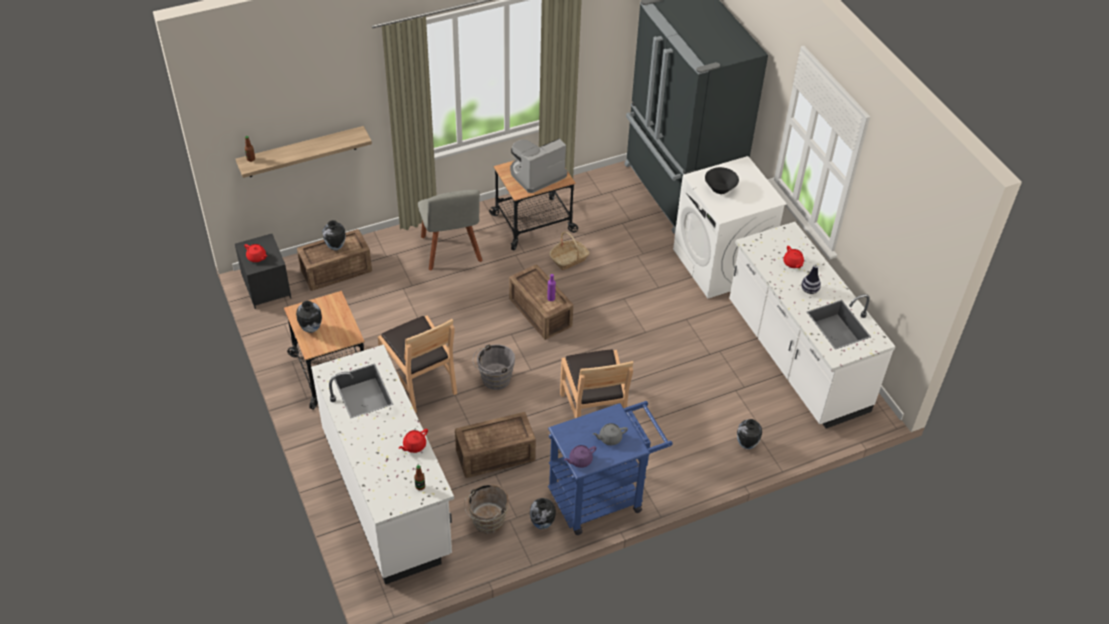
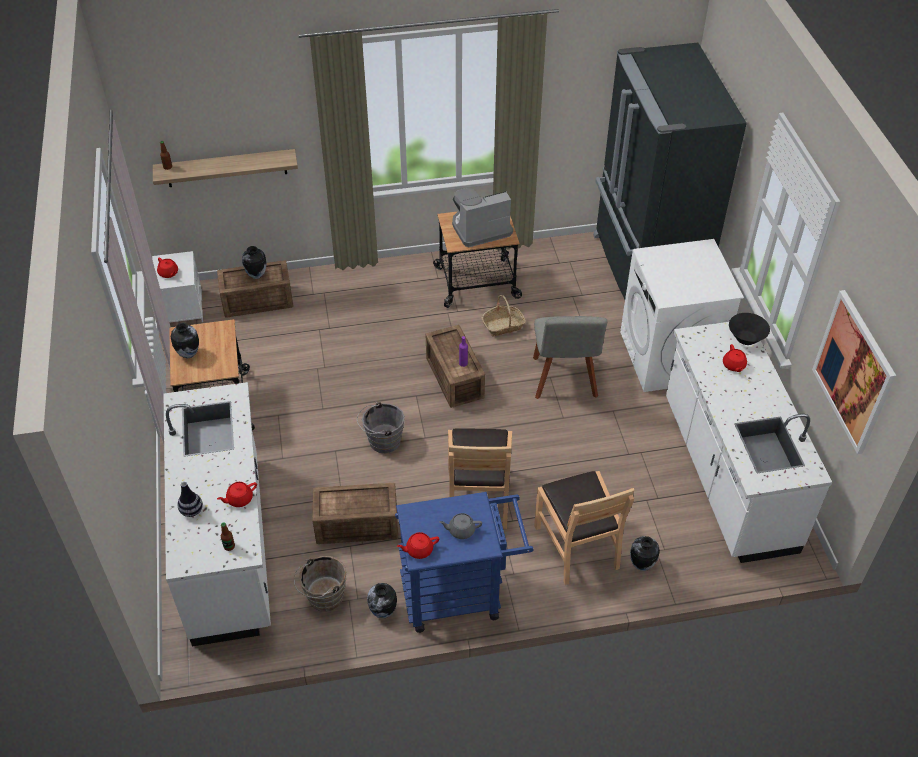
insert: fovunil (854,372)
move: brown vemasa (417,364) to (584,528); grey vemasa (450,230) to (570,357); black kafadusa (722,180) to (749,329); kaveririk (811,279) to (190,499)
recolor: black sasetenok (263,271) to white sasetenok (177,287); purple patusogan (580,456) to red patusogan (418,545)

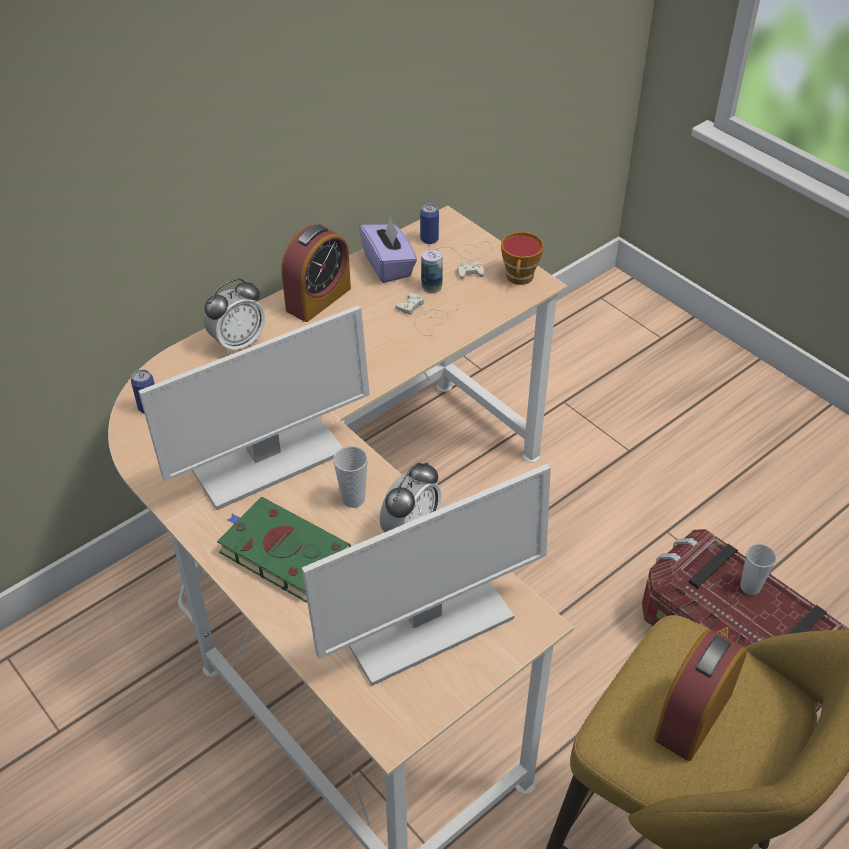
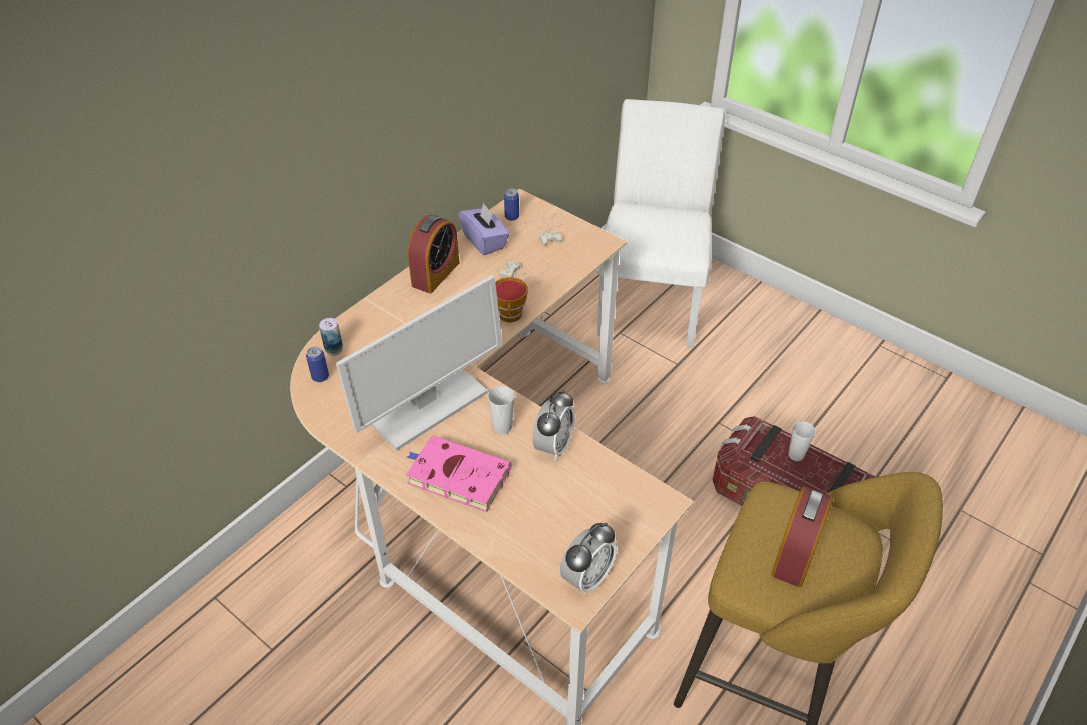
delete: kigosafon (426,575)
insert: white vemasa (661,223)
move: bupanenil (234,316) to (588,558); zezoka (432,271) to (331,337); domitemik (522,258) to (511,299)
recolor: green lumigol (284,550) to pink lumigol (458,473)

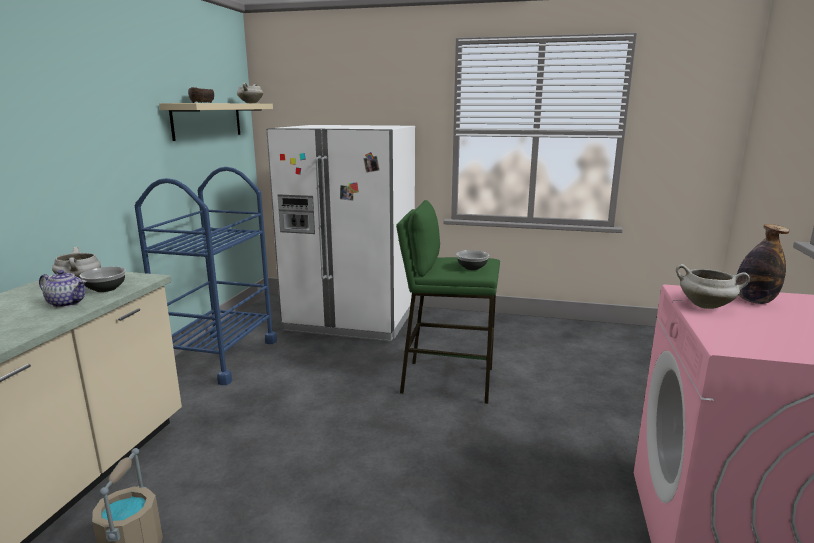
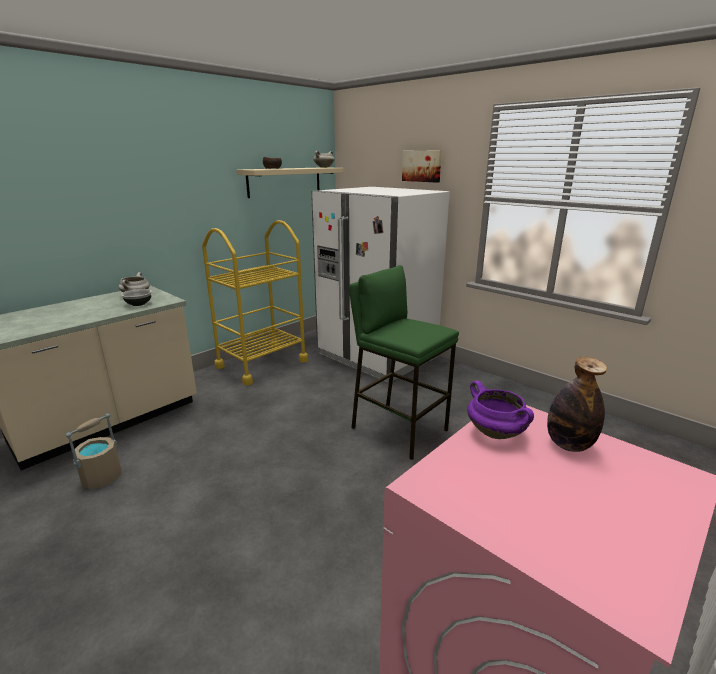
delete: patusogan (62,289); kafadusa (472,260)
insert: fovunil (422,167)
recolor: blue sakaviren (206,276) to yellow sakaviren (255,302); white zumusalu (713,286) to purple zumusalu (500,410)

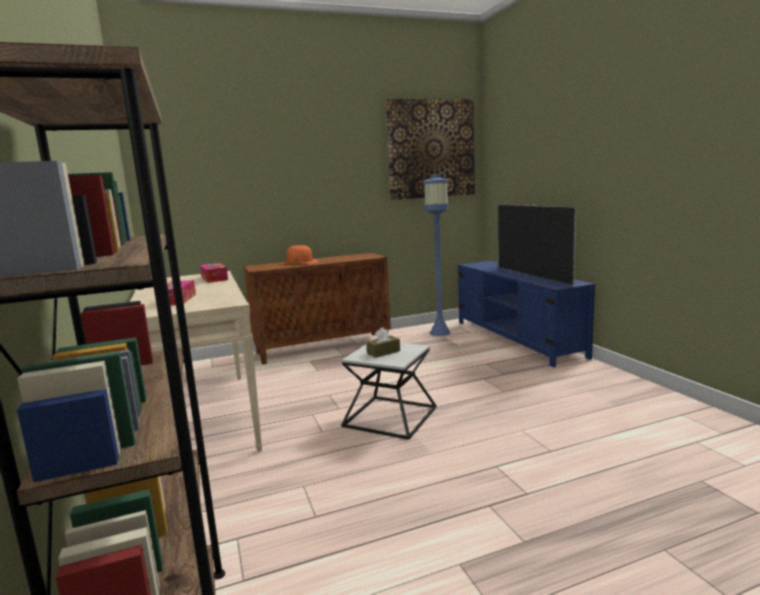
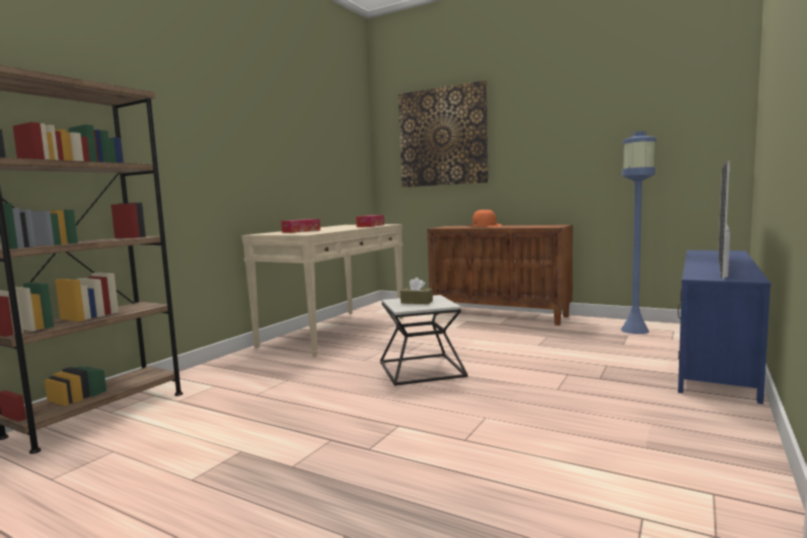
move: fovunil (430,149) to (443,133)

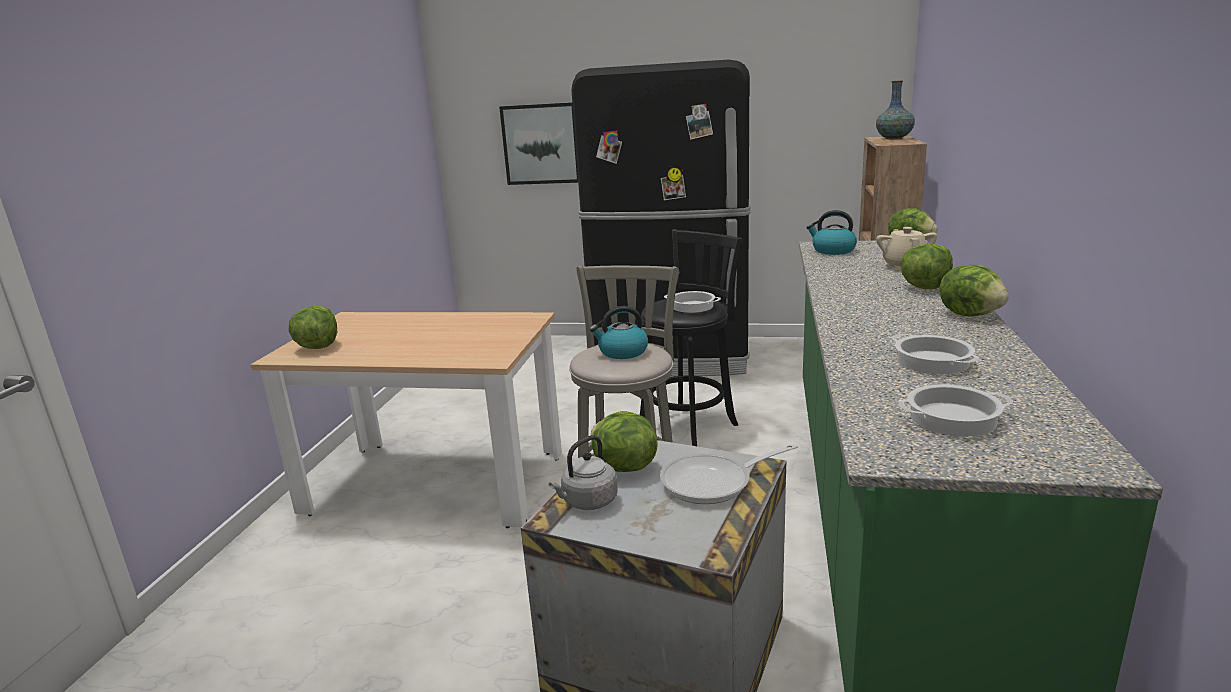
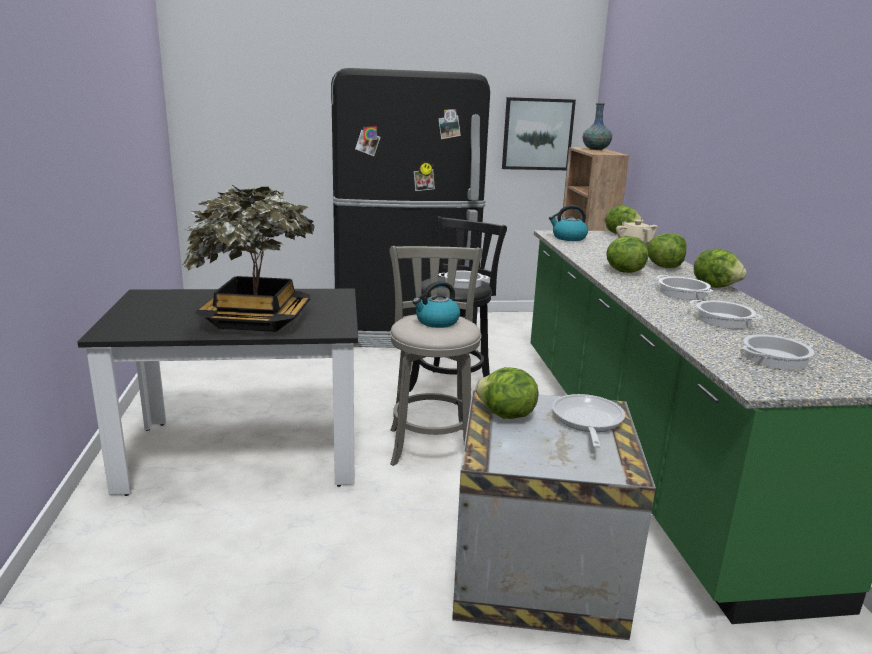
delete: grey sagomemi (583,472)
insert: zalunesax (249,258); zumusalu (685,287)
move: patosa (313,327) to (627,254); fovunil (538,143) to (539,133)
recolor: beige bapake (406,420) to black bapake (218,392)
rotate: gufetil (729,474) = (588,421) 135 degrees clockwise

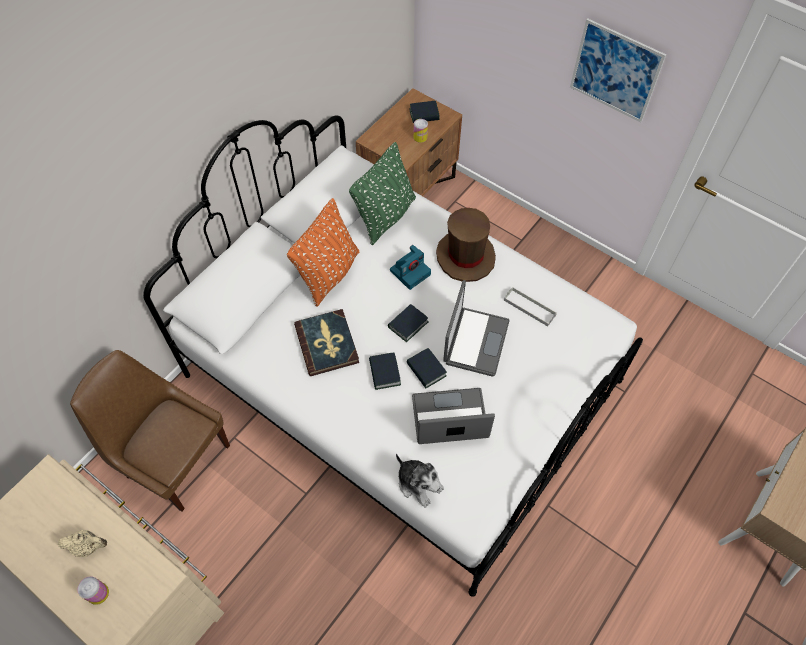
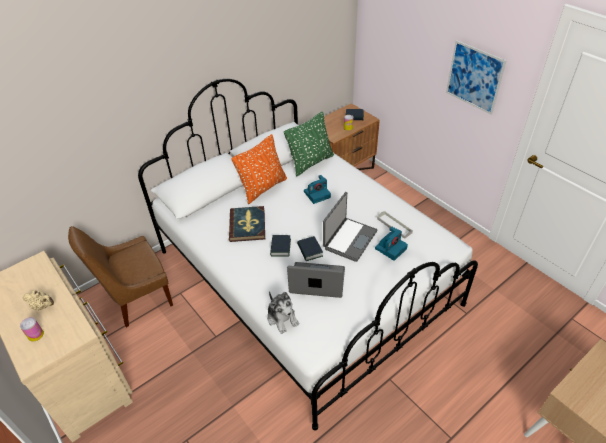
delete: lumigol (408,323); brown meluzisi (466,245)
insert: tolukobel (391,243)
rotate: brown vemasa (150,430) = (120,276) 75 degrees counterclockwise

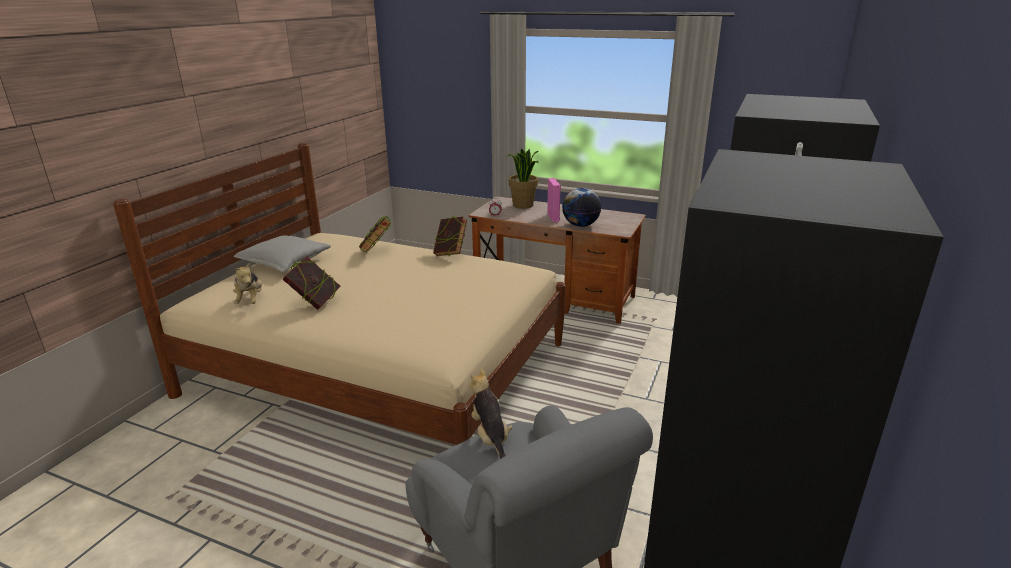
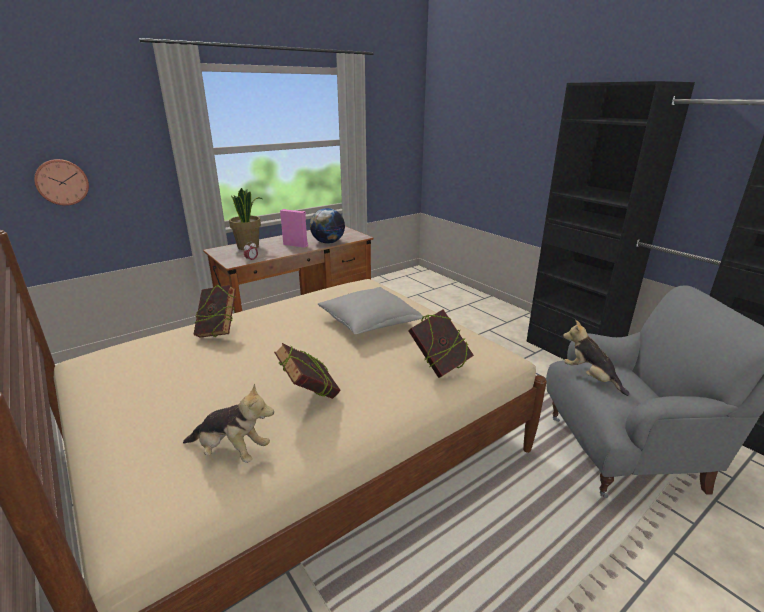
insert: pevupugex (61,182)
move: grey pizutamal (282,253) to (370,310); lumigol (450,235) to (441,344)
rotate: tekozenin (491,413) = (596,358) 45 degrees clockwise

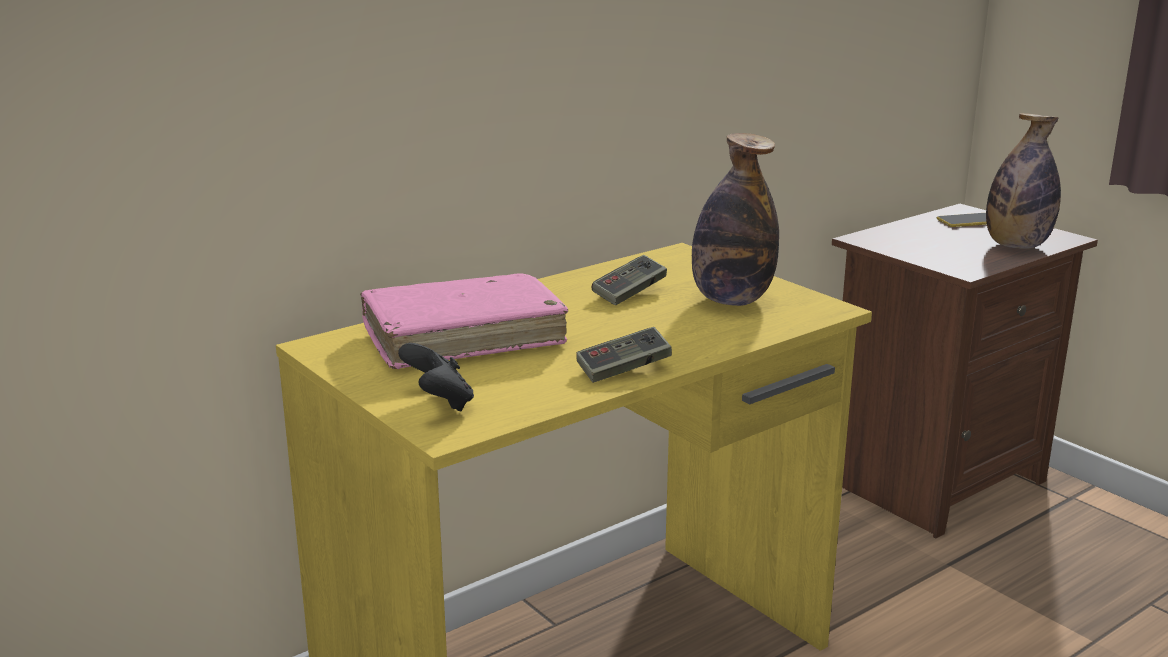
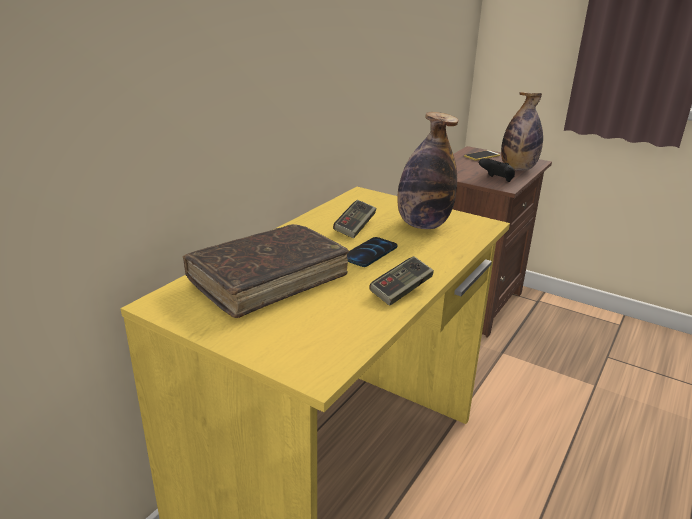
insert: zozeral (372,252)
move: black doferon (436,377) to (497,170)
recolor: pink lumigol (464,321) to brown lumigol (266,271)

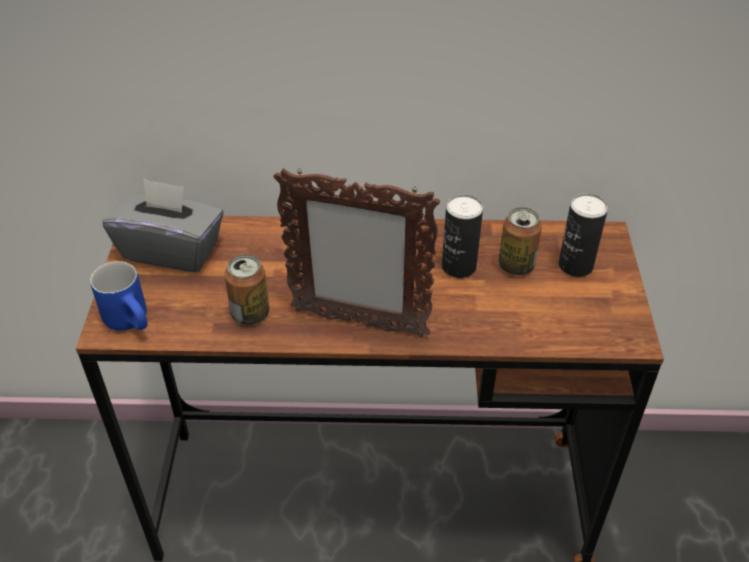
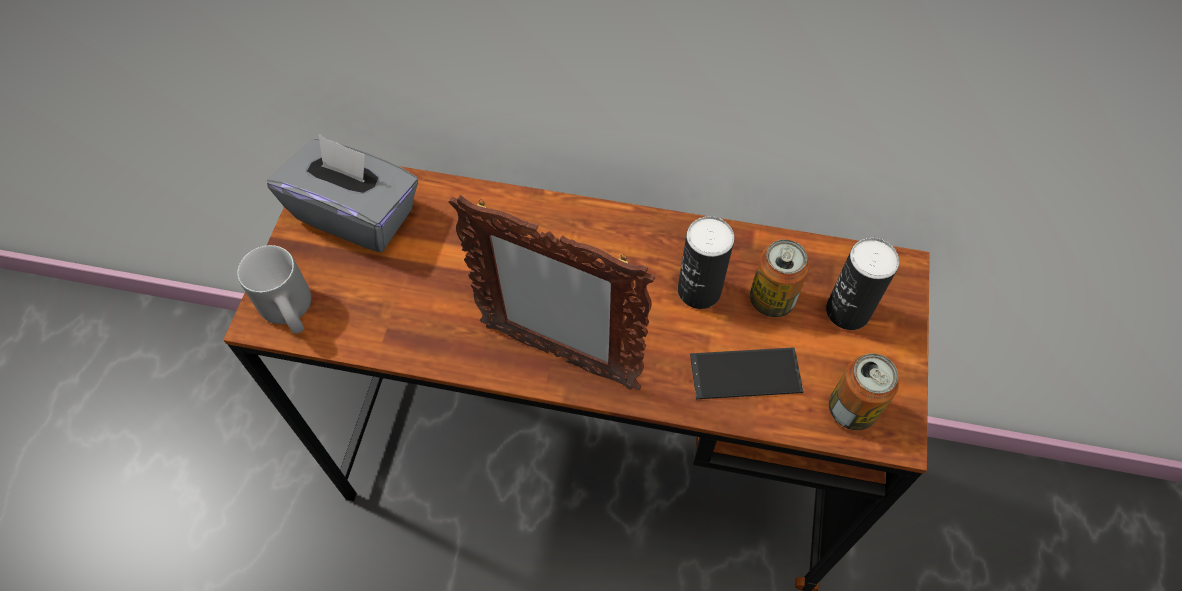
insert: zozeral (746,373)
move: zezoka (246,289) to (864,391)
recolor: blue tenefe (119,296) to grey tenefe (274,289)

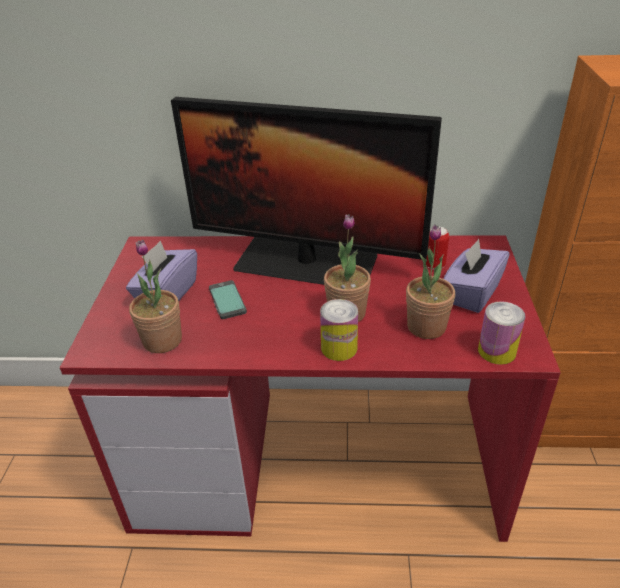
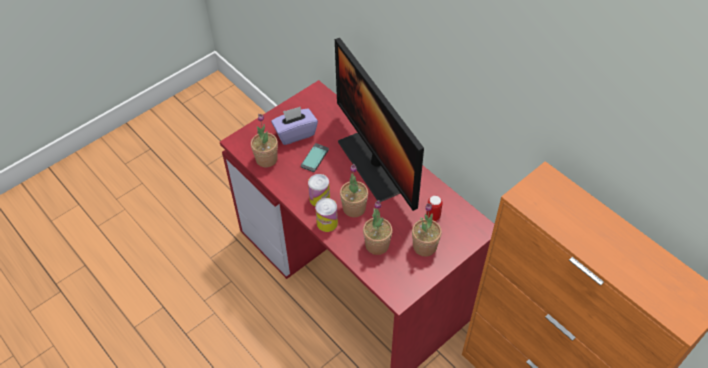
move: zezoka (502,333) to (319,190)
replace: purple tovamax (476,276) to zalunesax (427,229)

